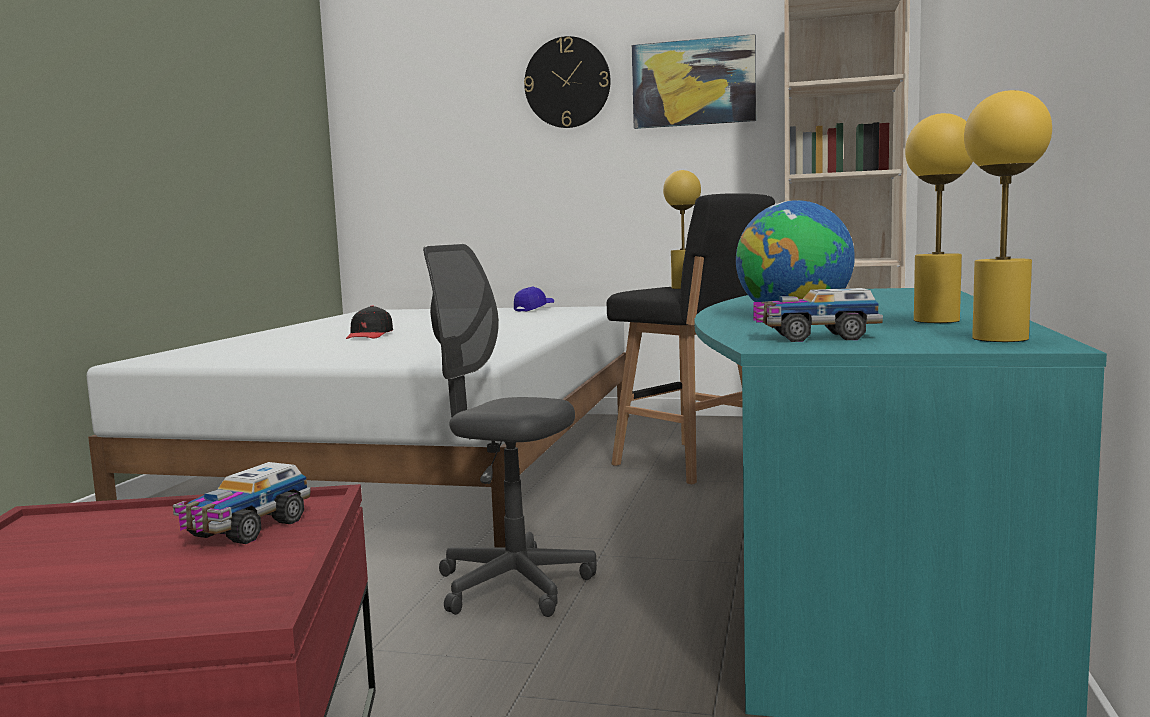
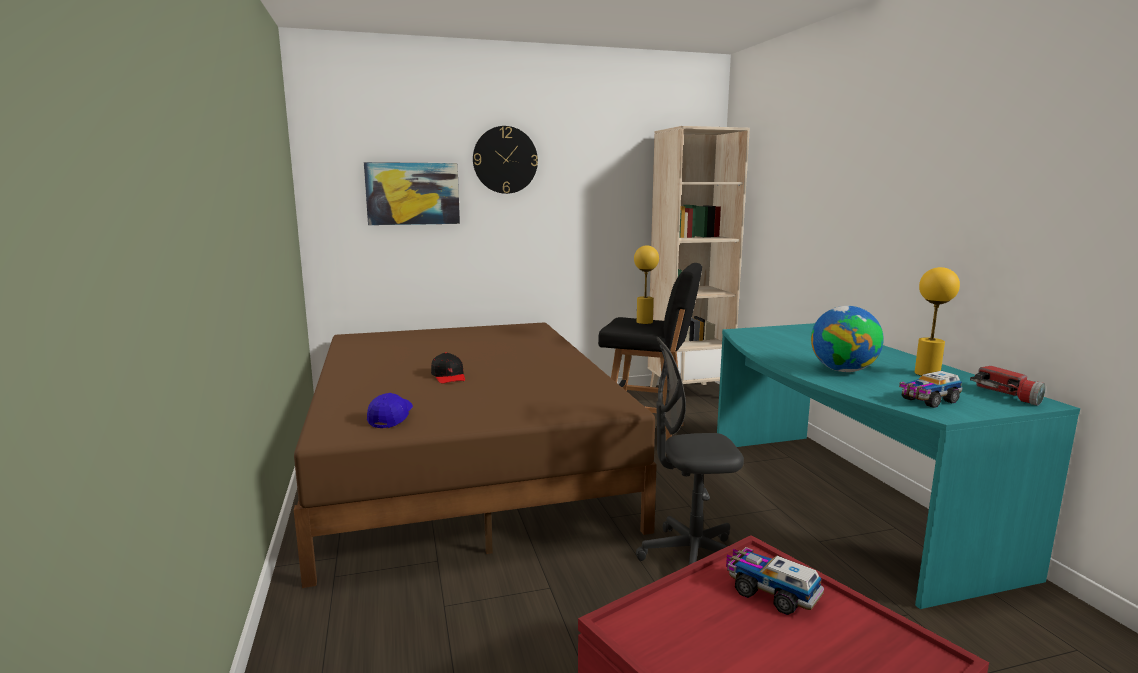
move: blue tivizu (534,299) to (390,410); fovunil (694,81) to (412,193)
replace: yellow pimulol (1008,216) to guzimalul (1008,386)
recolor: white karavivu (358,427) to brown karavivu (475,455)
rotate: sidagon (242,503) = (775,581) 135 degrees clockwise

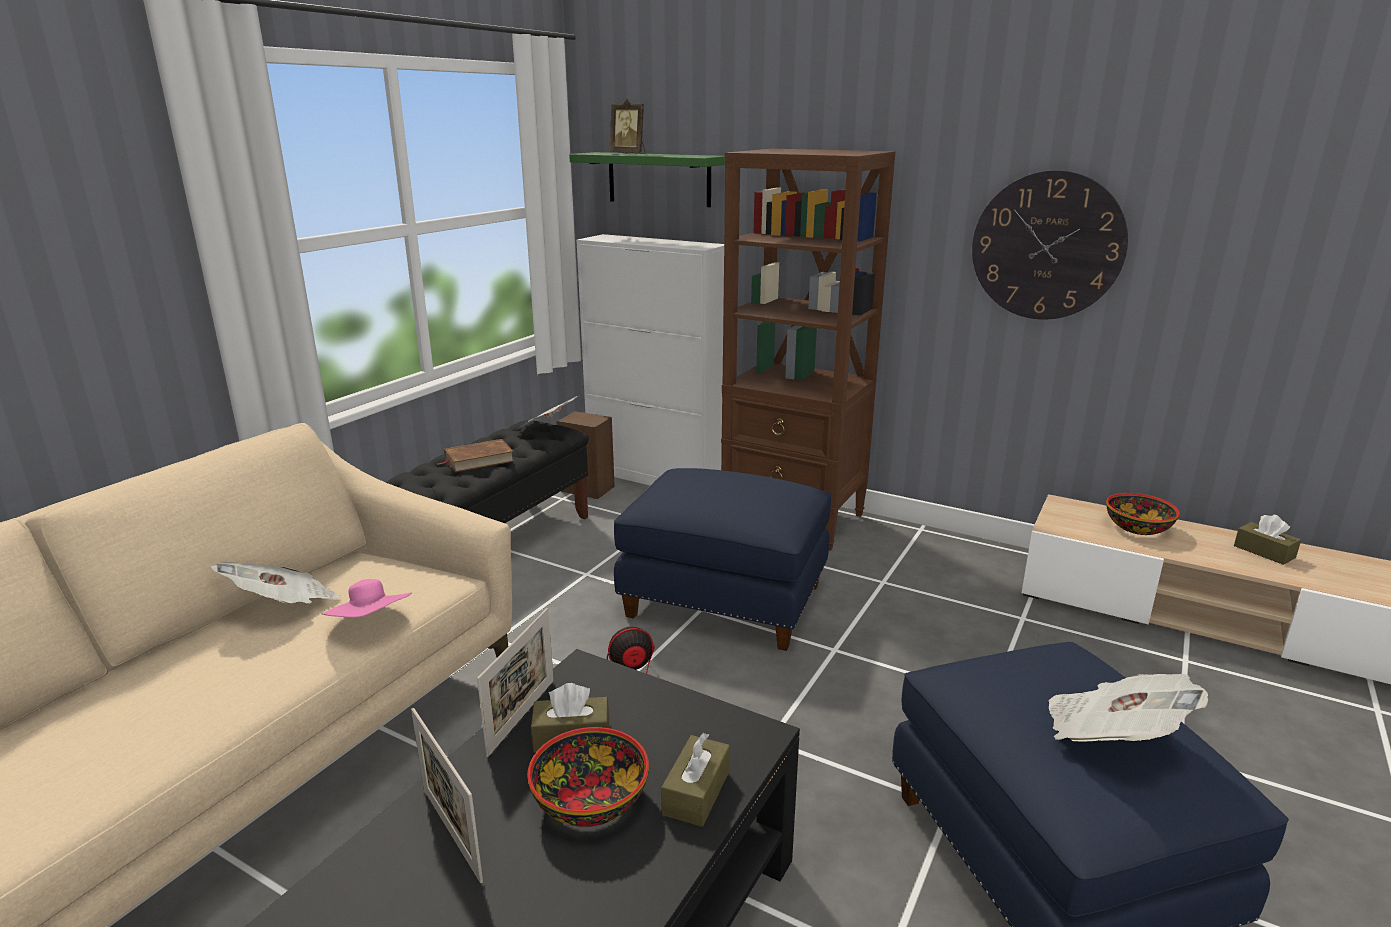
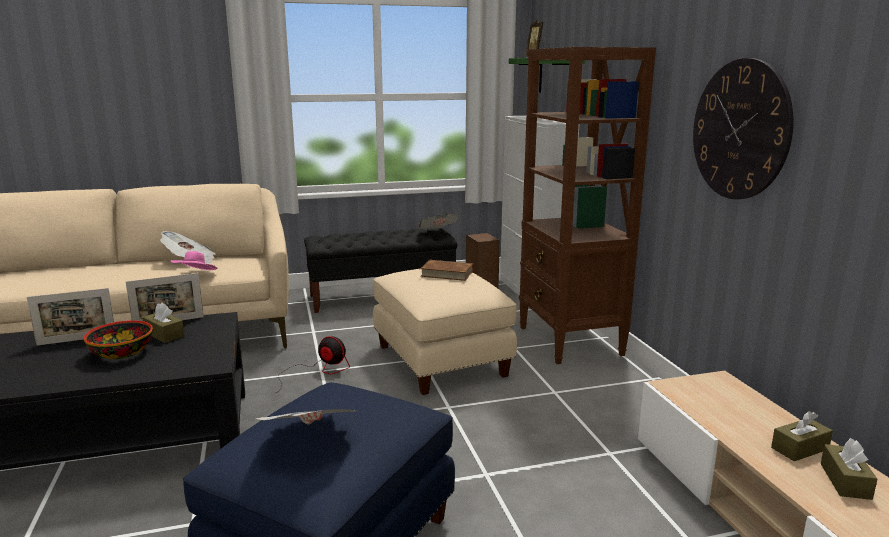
delete: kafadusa (1143,514)
move: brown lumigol (475,455) to (446,270); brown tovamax (695,780) to (802,436)
recolor: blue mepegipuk (722,559) to beige mepegipuk (445,332)
rotate: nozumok (447,795) = (70,317) 120 degrees counterclockwise

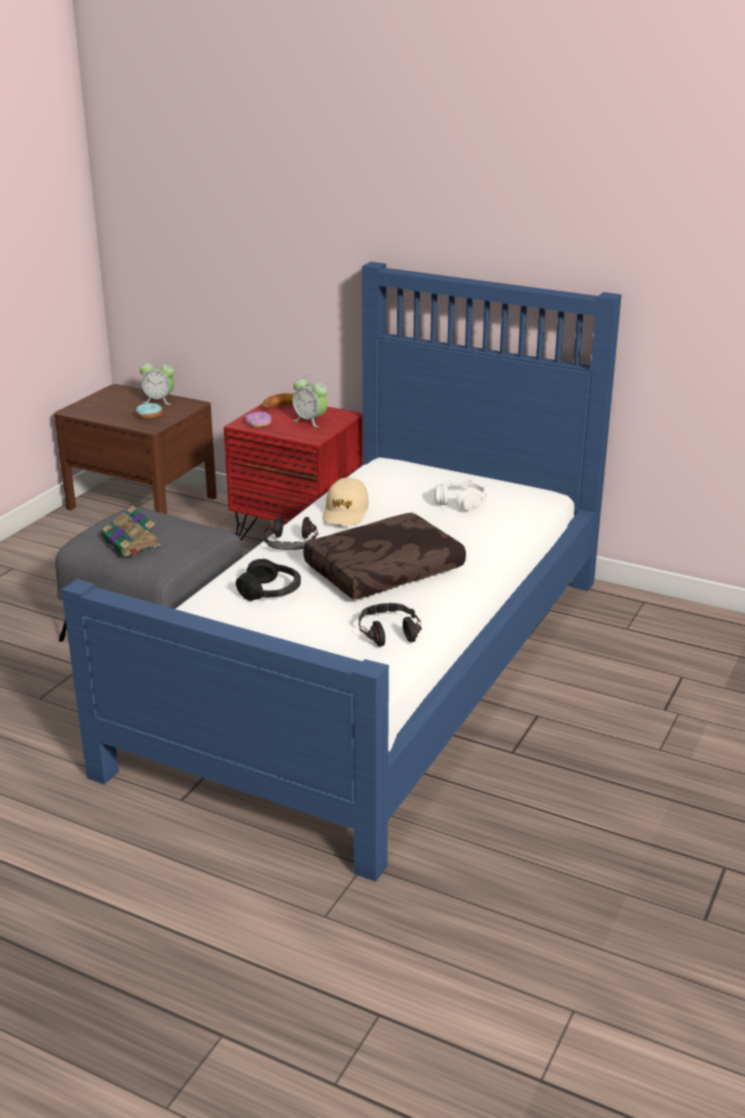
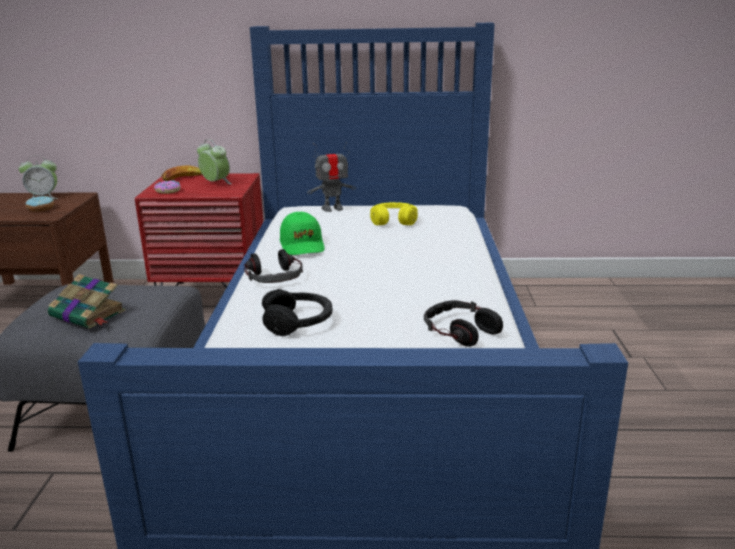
delete: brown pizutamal (384,556)
insert: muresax (331,177)
recolor: beige tivizu (345,501) to green tivizu (302,233); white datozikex (460,495) to yellow datozikex (394,213)
rotate: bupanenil (310,400) = (214,161) 150 degrees counterclockwise

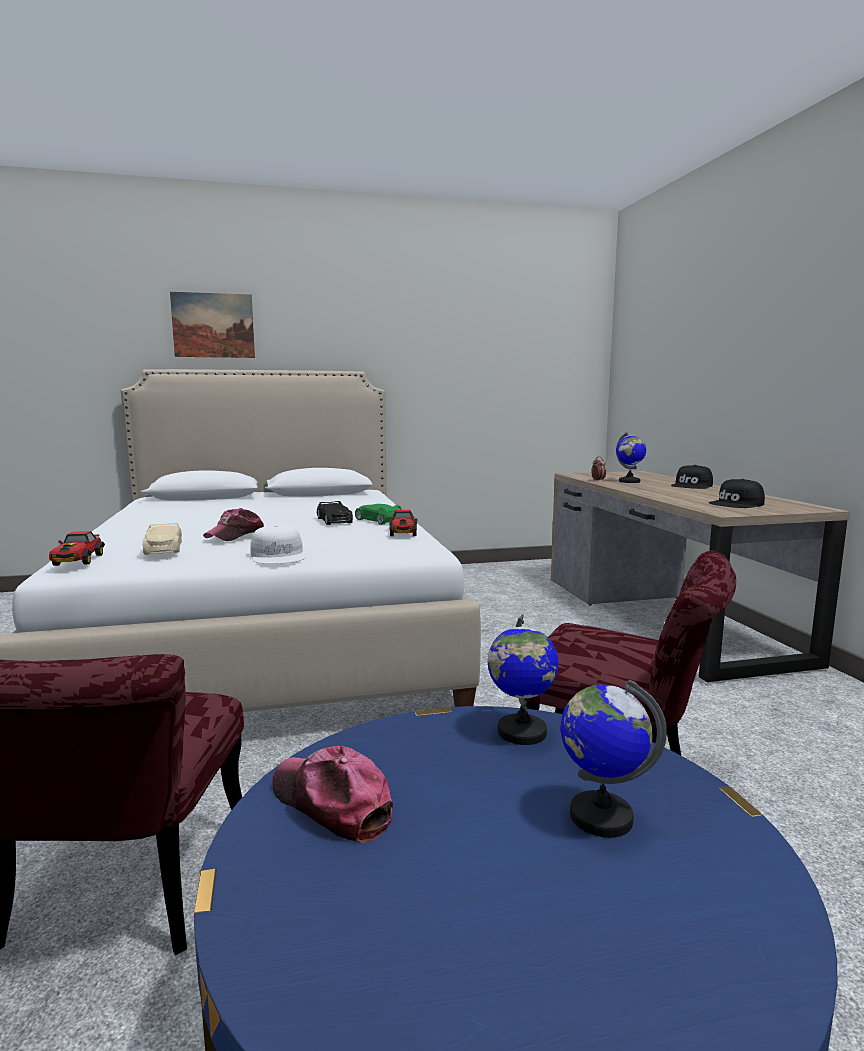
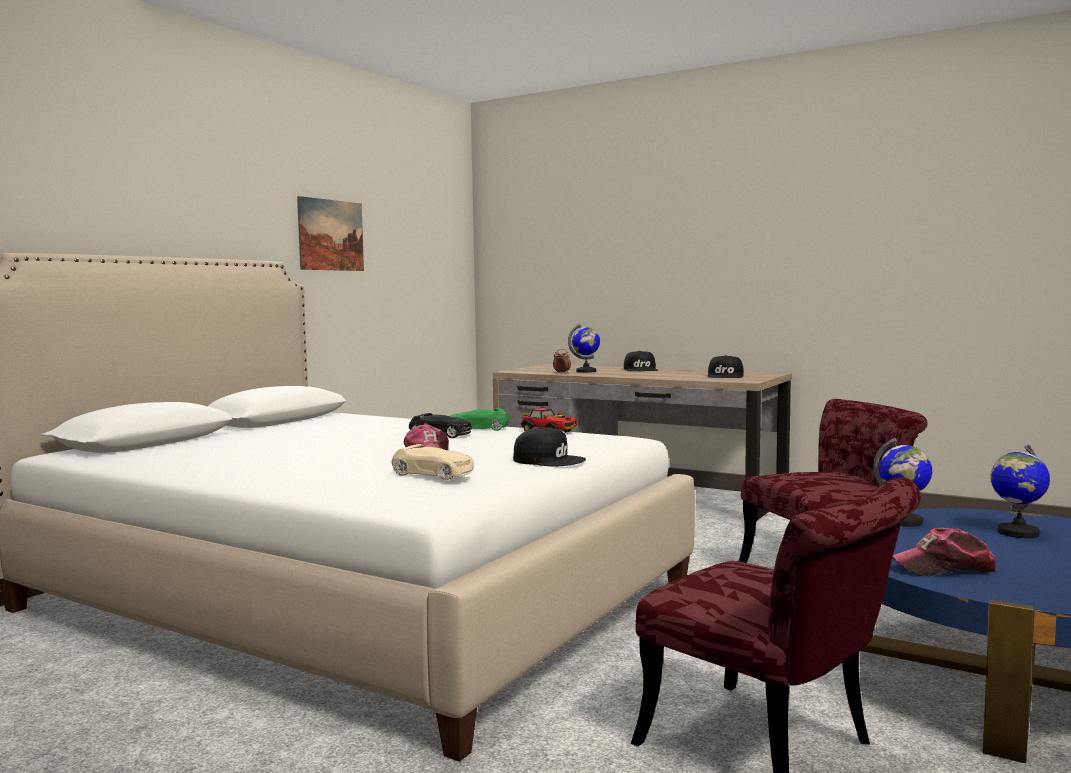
delete: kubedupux (77,548)
move: fovunil (212,325) to (330,233)
recolor: white tivizu (278,544) to black tivizu (549,447)

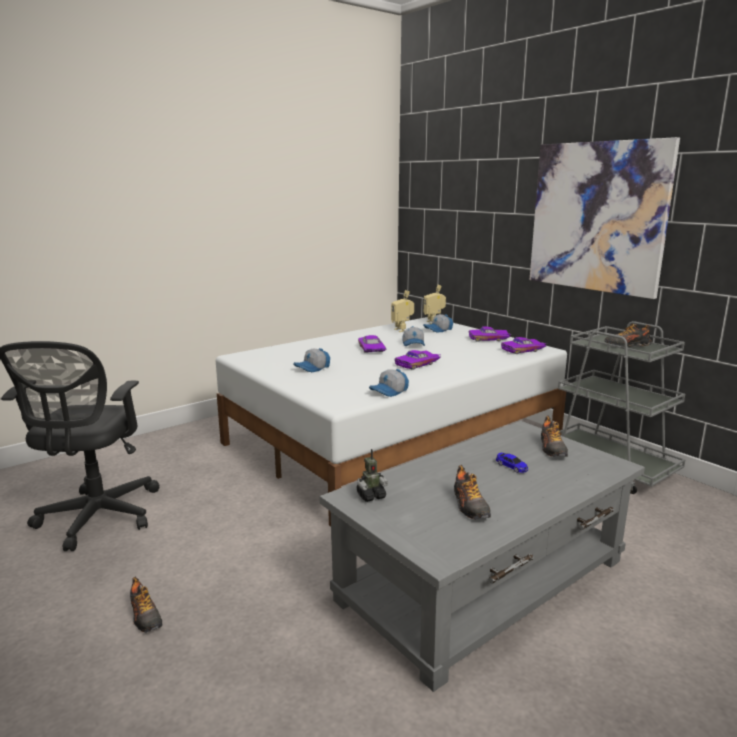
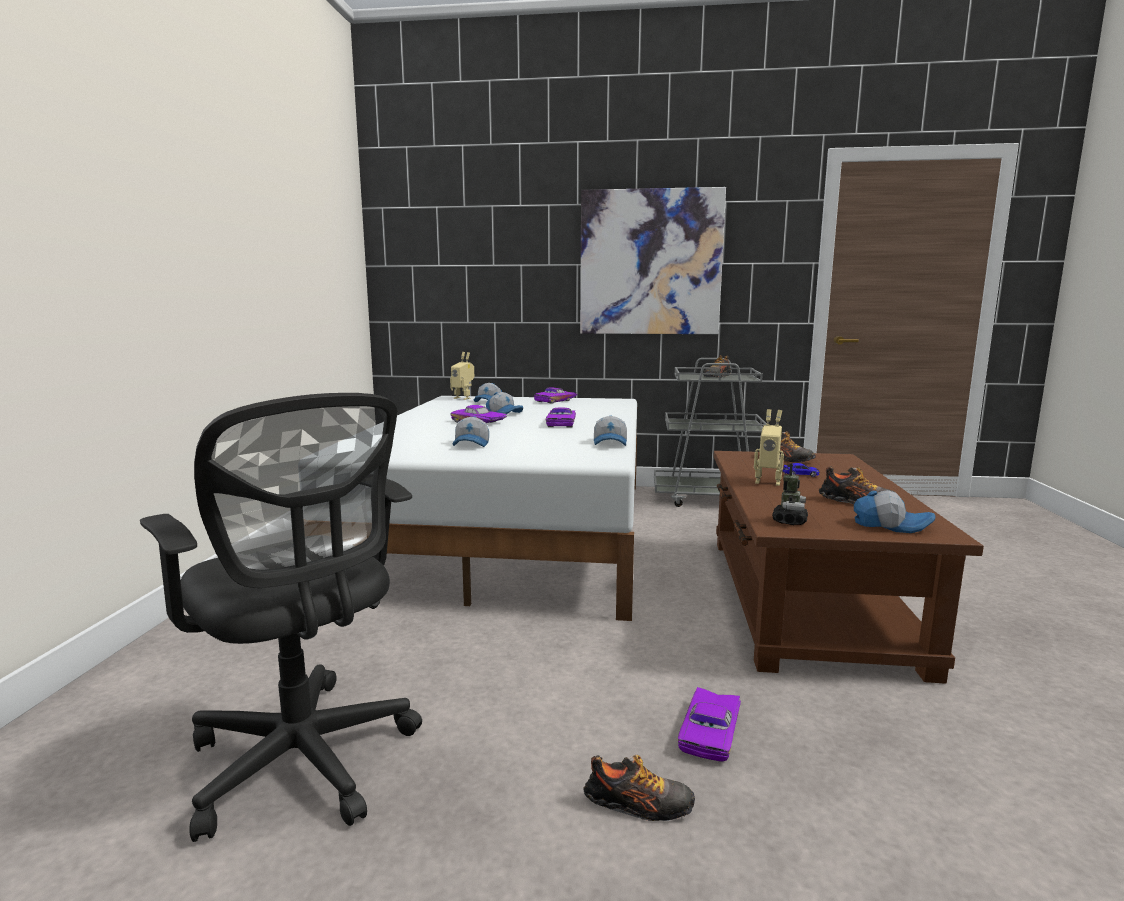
insert: tivizu (895,511)
move: muresax (402,311) to (769,447); purple kubedupux (524,345) to (709,724)
recolor: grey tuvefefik (482,556) to brown tuvefefik (848,567)

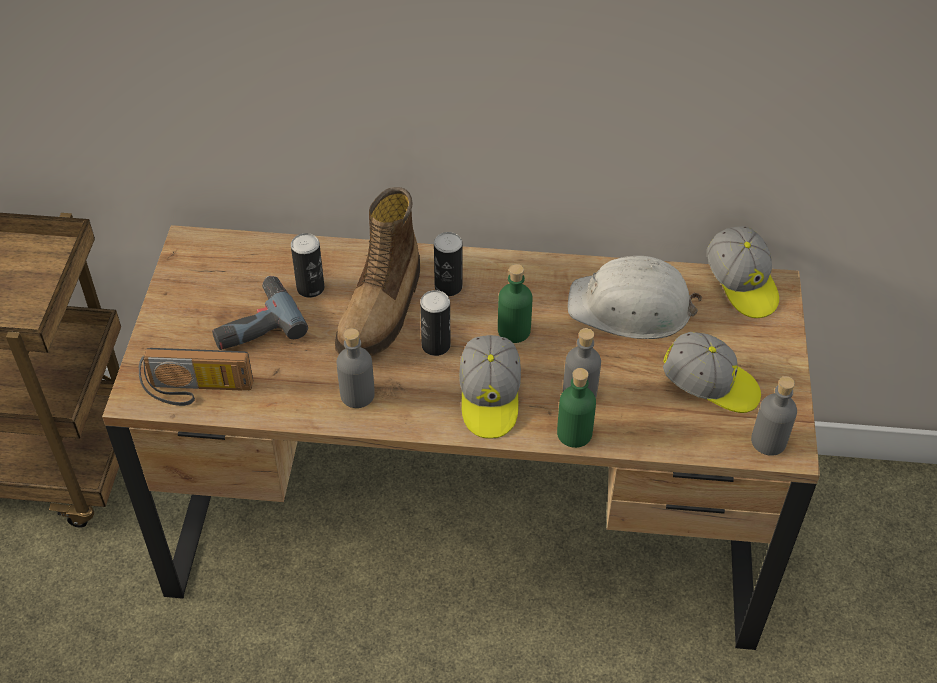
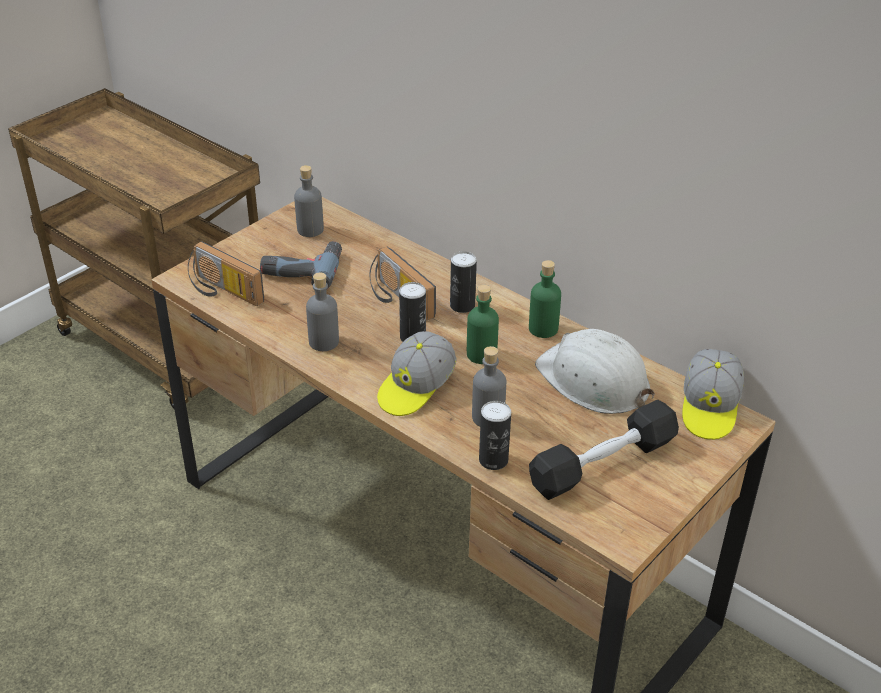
move: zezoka (308,265) to (495,435); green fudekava (576,408) to (545,299); grey fudekava (774,416) to (309,201)
replace: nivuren (377,271) to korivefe (402,284); tivizu (712,372) to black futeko (604,450)

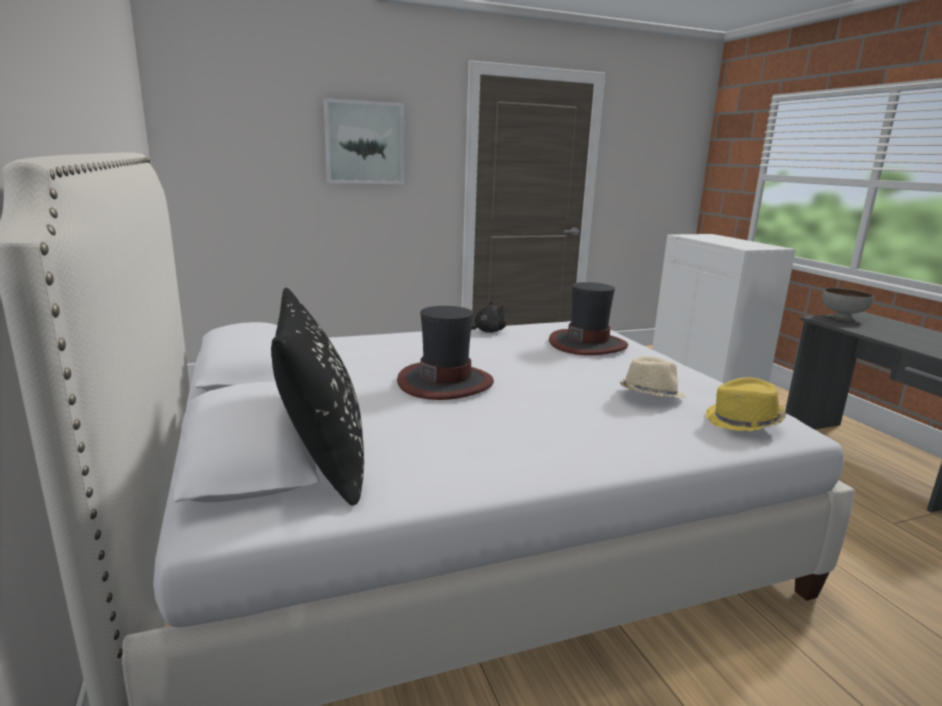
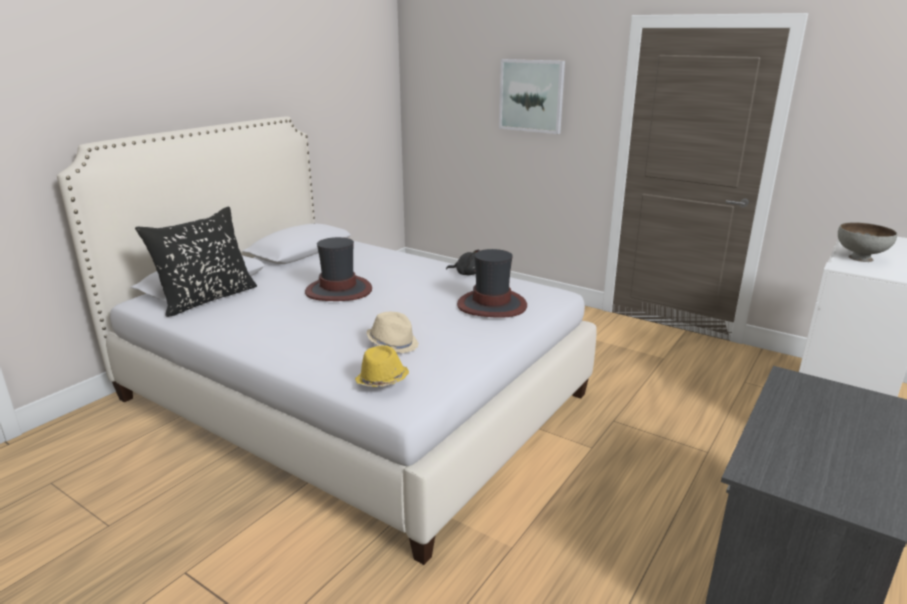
move: grey kafadusa (848,304) to (867,242)

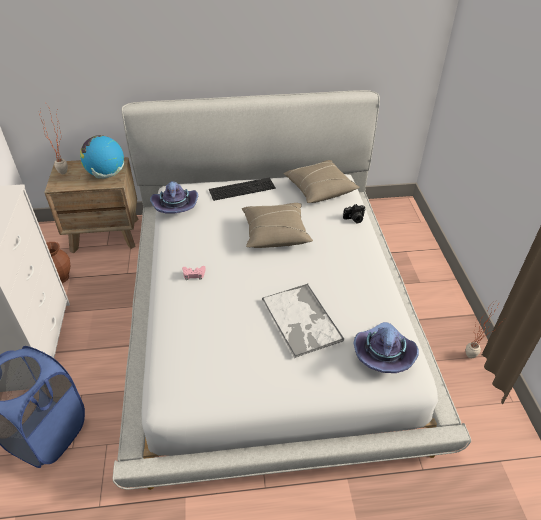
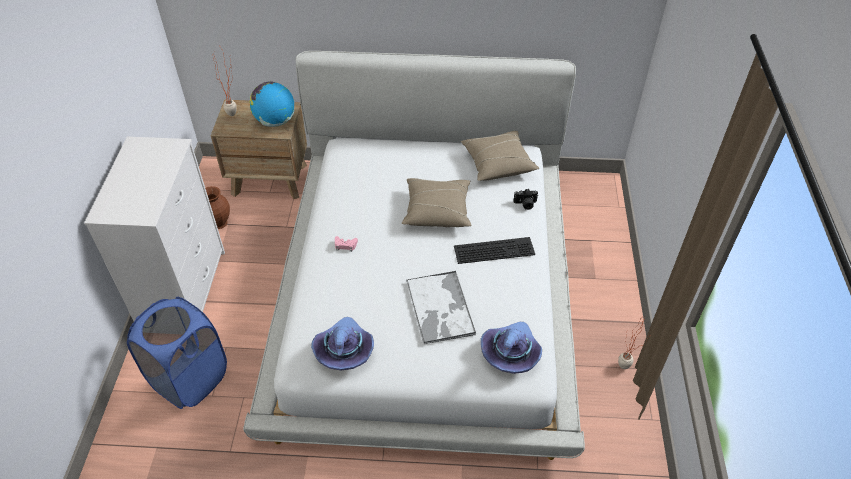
move: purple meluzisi (174,197) to (342,344); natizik (242,189) to (494,250)

